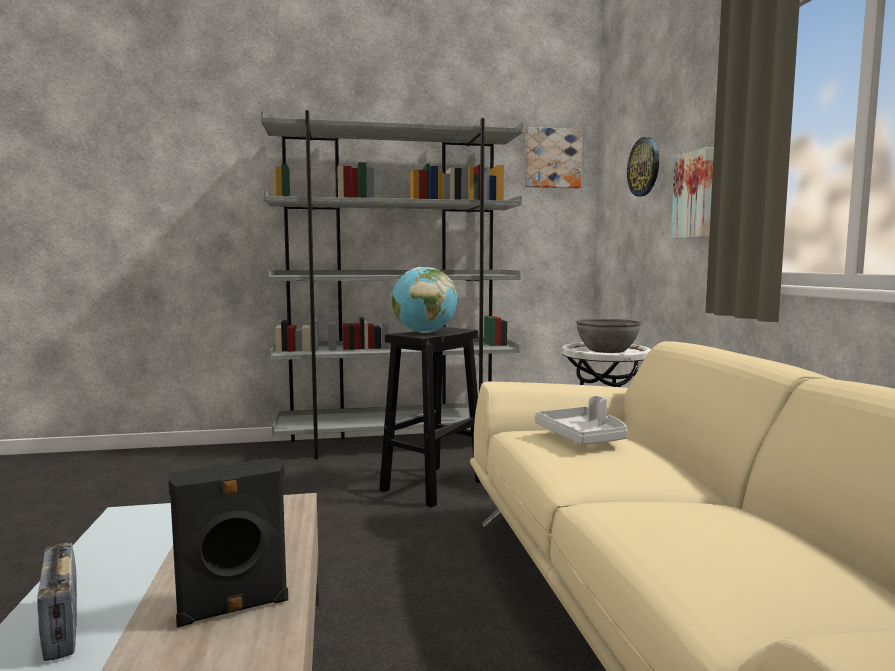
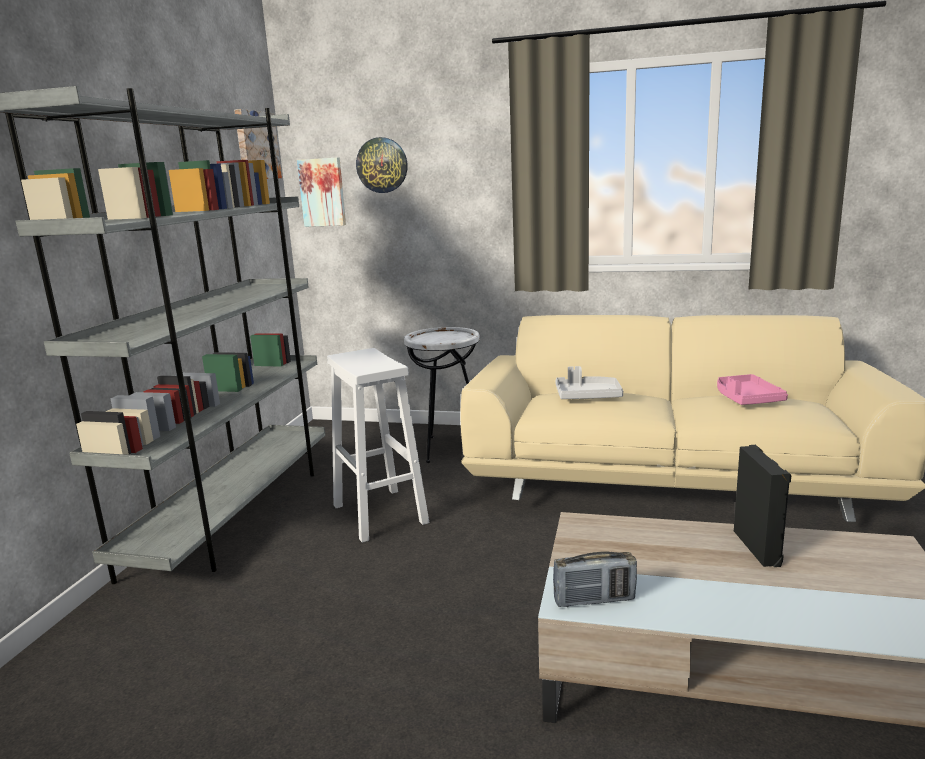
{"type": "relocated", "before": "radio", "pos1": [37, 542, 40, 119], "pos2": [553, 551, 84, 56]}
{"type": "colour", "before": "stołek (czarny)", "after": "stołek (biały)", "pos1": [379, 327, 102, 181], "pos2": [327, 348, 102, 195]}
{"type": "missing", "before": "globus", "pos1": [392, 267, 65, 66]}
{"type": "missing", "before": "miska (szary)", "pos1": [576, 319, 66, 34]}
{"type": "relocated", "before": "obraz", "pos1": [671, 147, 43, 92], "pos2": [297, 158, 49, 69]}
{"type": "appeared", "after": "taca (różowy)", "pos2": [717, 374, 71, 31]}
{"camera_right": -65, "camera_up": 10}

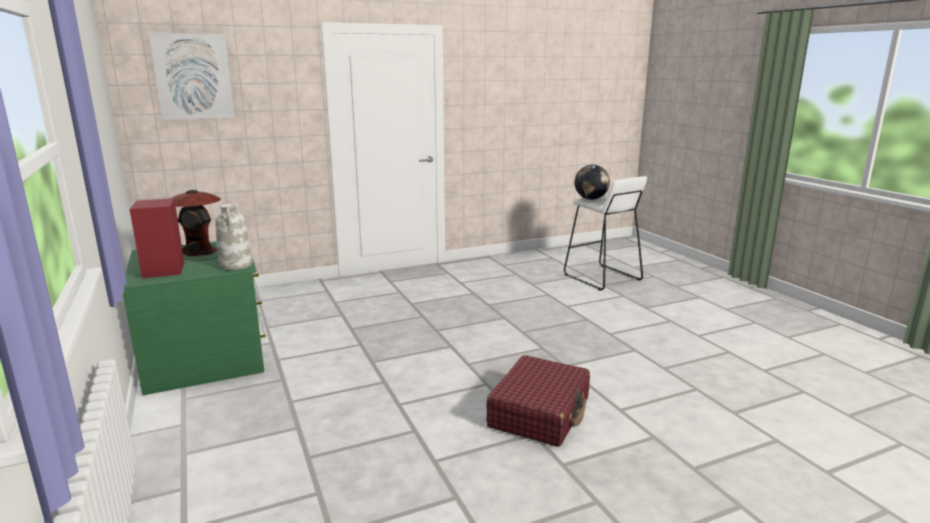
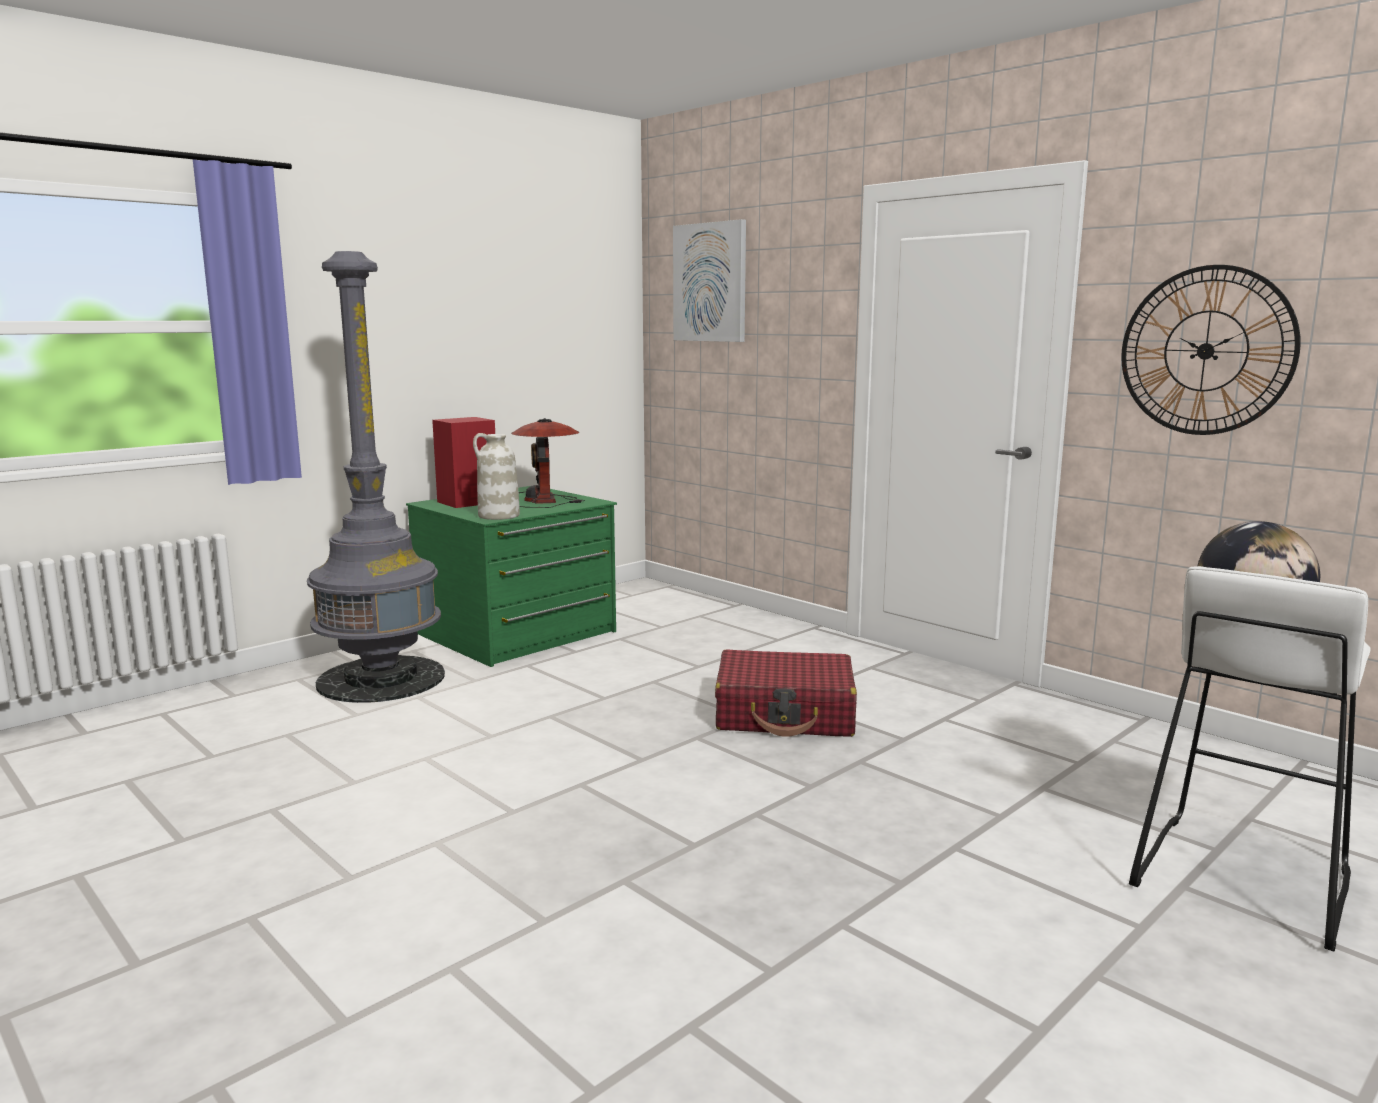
{"type": "relocated", "before": "walizka (czerwony)", "pos1": [486, 355, 104, 92], "pos2": [715, 649, 142, 88]}
{"type": "appeared", "after": "lampa stojąca (szary)", "pos2": [307, 251, 138, 452]}
{"type": "appeared", "after": "zegar ścienny", "pos2": [1121, 265, 180, 170]}
{"camera_right": 70, "camera_up": -5}

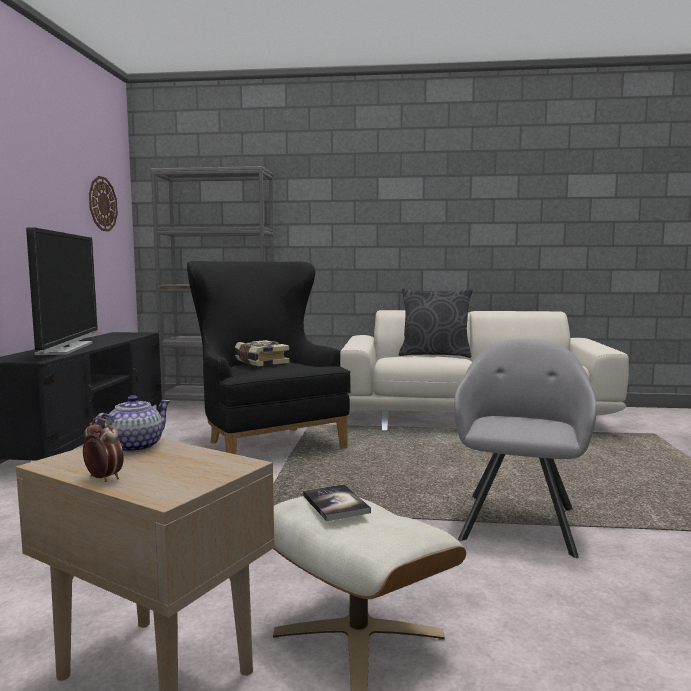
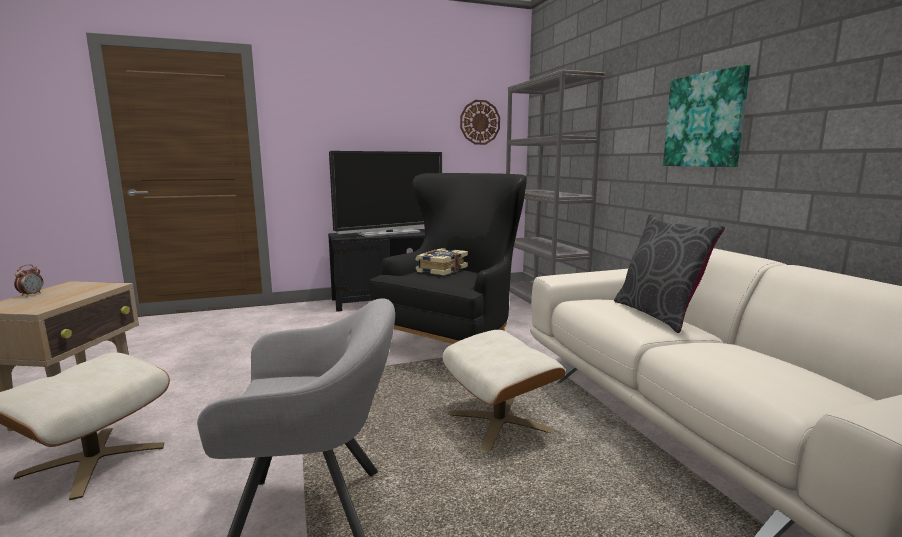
{"type": "missing", "before": "imbryk", "pos1": [94, 395, 77, 58]}
{"type": "missing", "before": "książka", "pos1": [303, 484, 68, 37]}
{"type": "appeared", "after": "pufa (beżowy)", "pos2": [443, 330, 123, 122]}
{"type": "appeared", "after": "obraz", "pos2": [663, 64, 87, 103]}
{"camera_right": 65, "camera_up": 5}

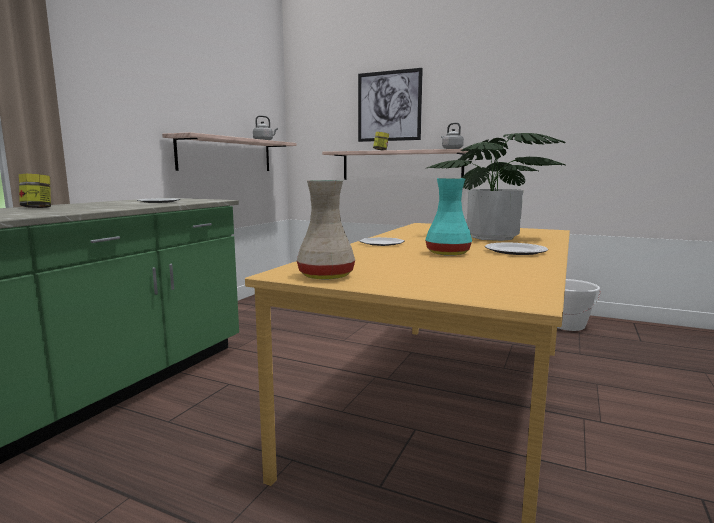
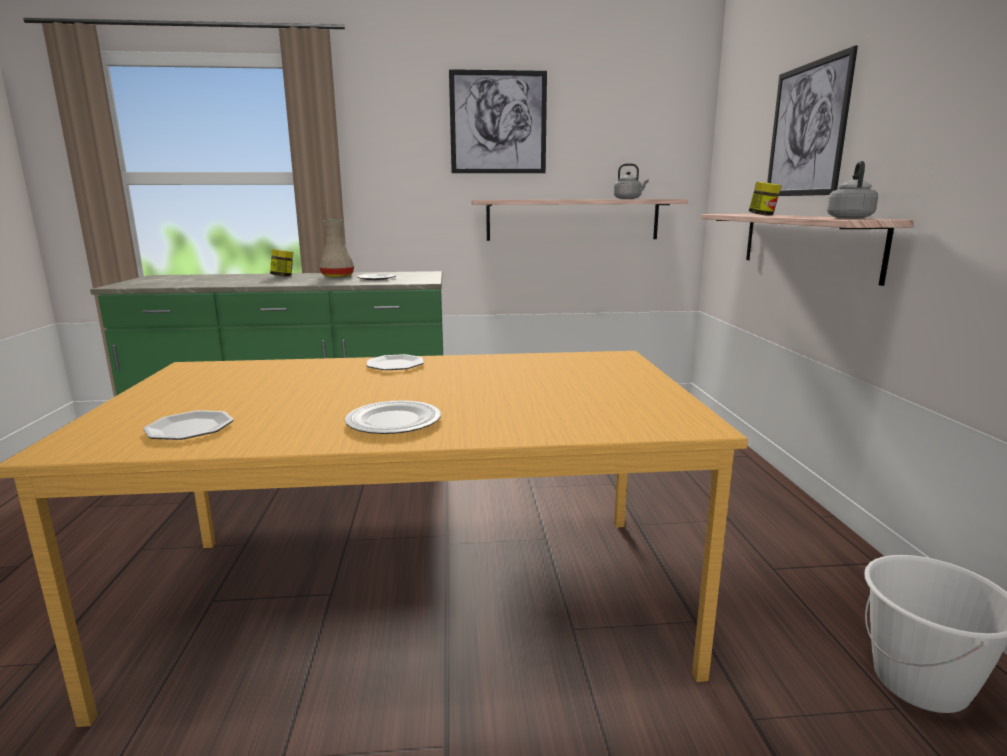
{"type": "relocated", "before": "wazon (beżowy)", "pos1": [297, 180, 58, 99], "pos2": [319, 220, 35, 58]}
{"type": "missing", "before": "wazon (turkusowy)", "pos1": [425, 178, 47, 78]}
{"type": "missing", "before": "roślina doniczkowa", "pos1": [427, 133, 139, 108]}
{"type": "appeared", "after": "talerz", "pos2": [143, 410, 91, 30]}
{"type": "appeared", "after": "obraz", "pos2": [449, 69, 98, 104]}
{"camera_right": 60, "camera_up": 5}

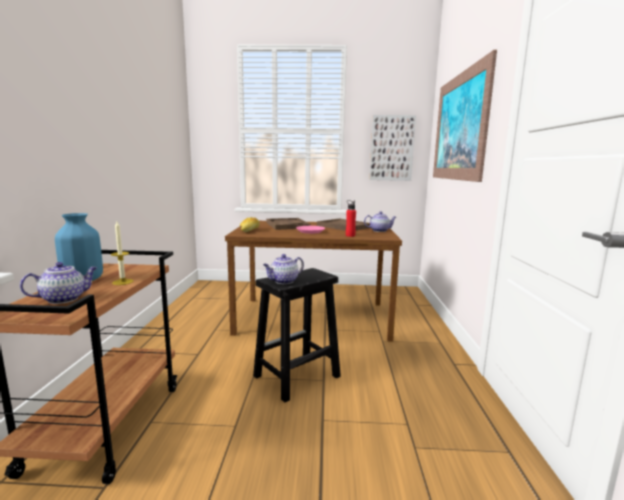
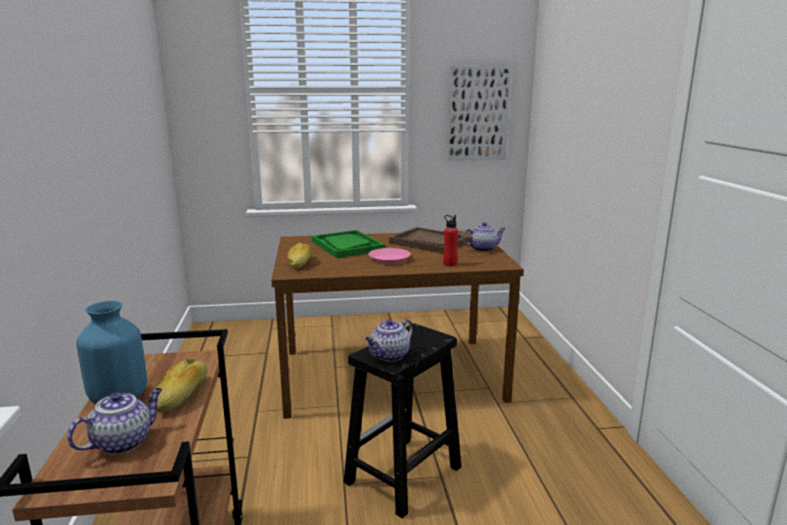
{"type": "exchanged", "before": "świeca", "after": "chleb", "pos1": [111, 221, 22, 64], "pos2": [155, 359, 53, 53]}
{"type": "colour", "before": "taca (brązowy)", "after": "taca (zielony)", "pos1": [266, 218, 45, 12], "pos2": [312, 230, 73, 28]}
{"type": "missing", "before": "obraz", "pos1": [433, 50, 64, 132]}
{"camera_right": -10, "camera_up": 5}

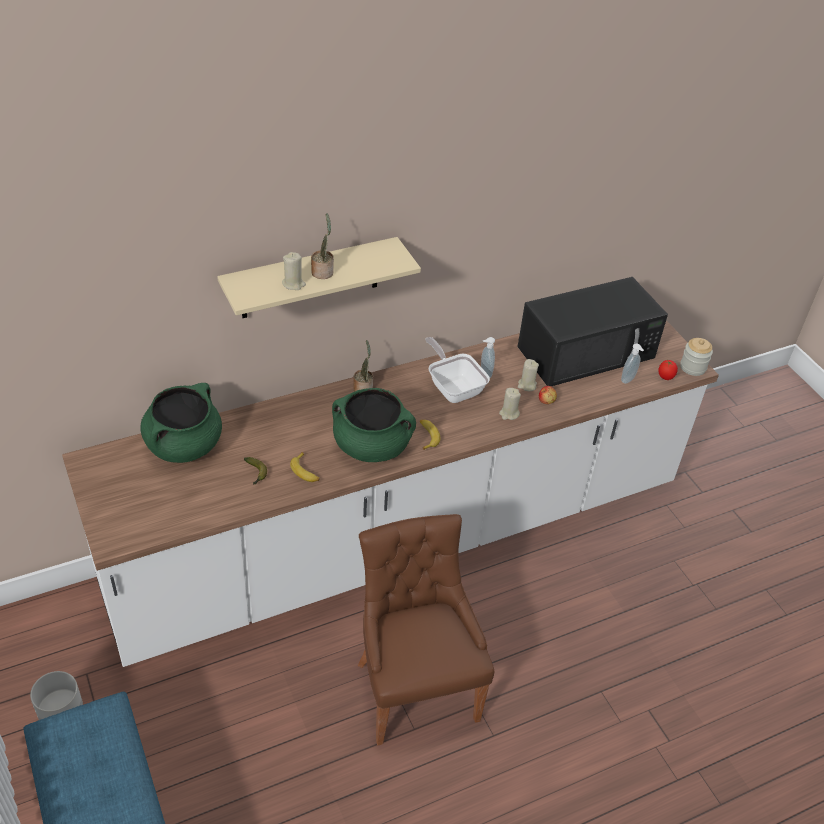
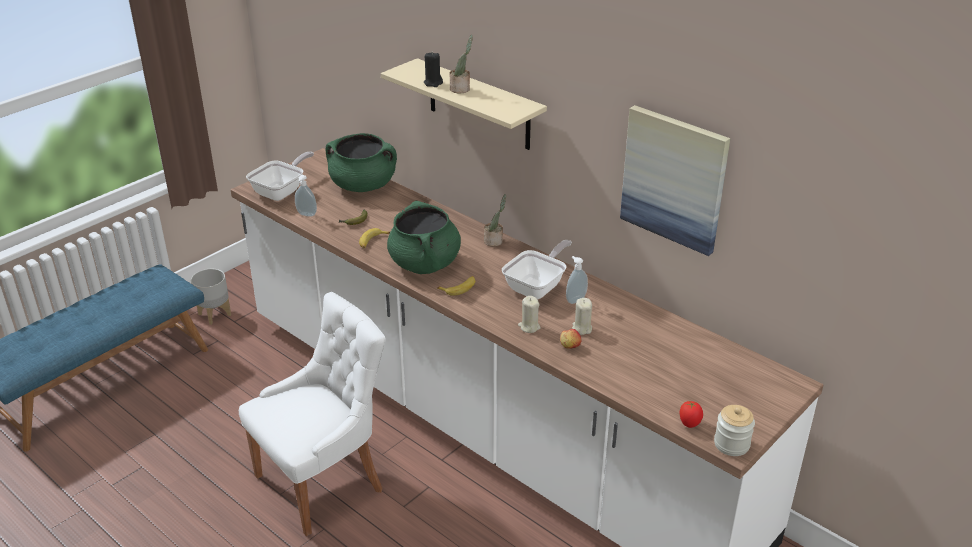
{"type": "colour", "before": "świeca (beżowy)", "after": "świeca (czarny)", "pos1": [282, 252, 24, 38], "pos2": [424, 52, 19, 35]}
{"type": "colour", "before": "krzesło (brązowy)", "after": "krzesło (biały)", "pos1": [358, 514, 137, 231], "pos2": [239, 292, 147, 244]}
{"type": "missing", "before": "mikrofalówka (czarny)", "pos1": [517, 277, 151, 109]}
{"type": "relocated", "before": "dozownik mydła", "pos1": [621, 344, 23, 40], "pos2": [295, 175, 22, 42]}
{"type": "appeared", "after": "patelnia", "pos2": [246, 151, 68, 50]}
{"type": "appeared", "after": "obraz", "pos2": [620, 105, 111, 151]}
{"camera_right": 70, "camera_up": -10}

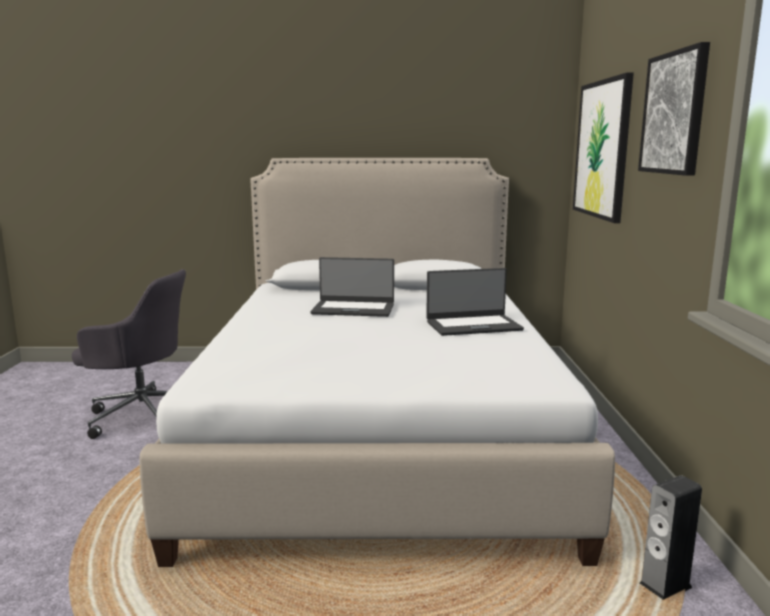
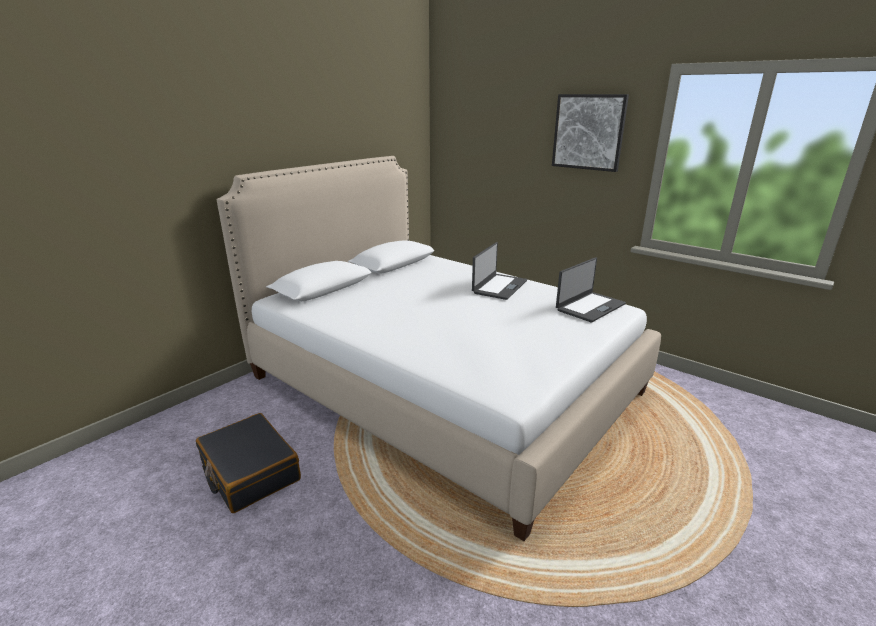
{"type": "exchanged", "before": "krzesło biurowe (szary)", "after": "walizka (czarny)", "pos1": [72, 269, 114, 170], "pos2": [196, 413, 105, 100]}
{"type": "relocated", "before": "laptop", "pos1": [310, 257, 84, 60], "pos2": [556, 257, 70, 65]}
{"type": "missing", "before": "obraz", "pos1": [573, 73, 61, 150]}
{"type": "missing", "before": "głośnik", "pos1": [640, 475, 62, 125]}
{"camera_right": -50, "camera_up": 10}

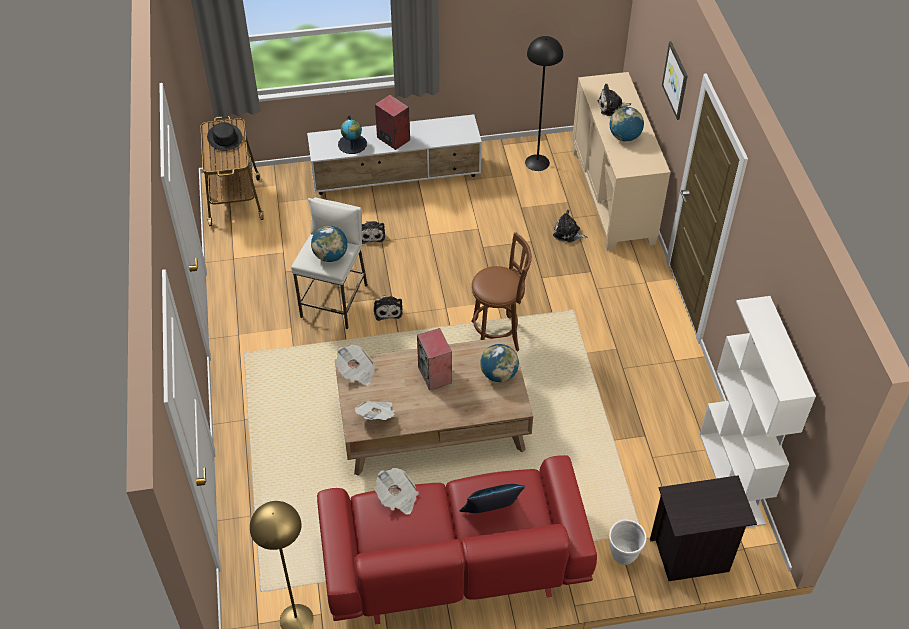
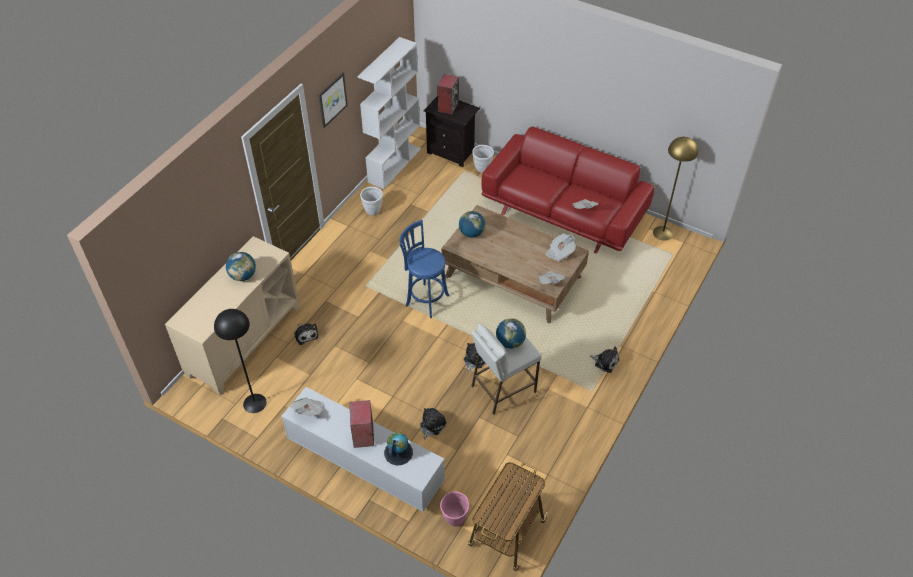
{"type": "missing", "before": "kapelusz (czarny)", "pos1": [207, 122, 36, 29]}
{"type": "relocated", "before": "głośnik", "pos1": [417, 328, 35, 62], "pos2": [437, 74, 22, 41]}
{"type": "missing", "before": "poduszka (niebieski)", "pos1": [459, 484, 66, 29]}
{"type": "colour", "before": "stołek (brązowy)", "after": "stołek (niebieski)", "pos1": [471, 232, 61, 119], "pos2": [399, 220, 50, 98]}
{"type": "relocated", "before": "pluszak", "pos1": [598, 84, 33, 32], "pos2": [589, 347, 30, 26]}
{"type": "relocated", "before": "obraz", "pos1": [662, 41, 26, 79], "pos2": [318, 72, 30, 56]}
{"type": "appeared", "after": "gazeta", "pos2": [290, 397, 34, 19]}
{"type": "appeared", "after": "donica (biały)", "pos2": [360, 187, 23, 29]}
{"type": "appeared", "after": "donica (różowy)", "pos2": [440, 491, 30, 36]}
{"camera_right": -140, "camera_up": 0}

